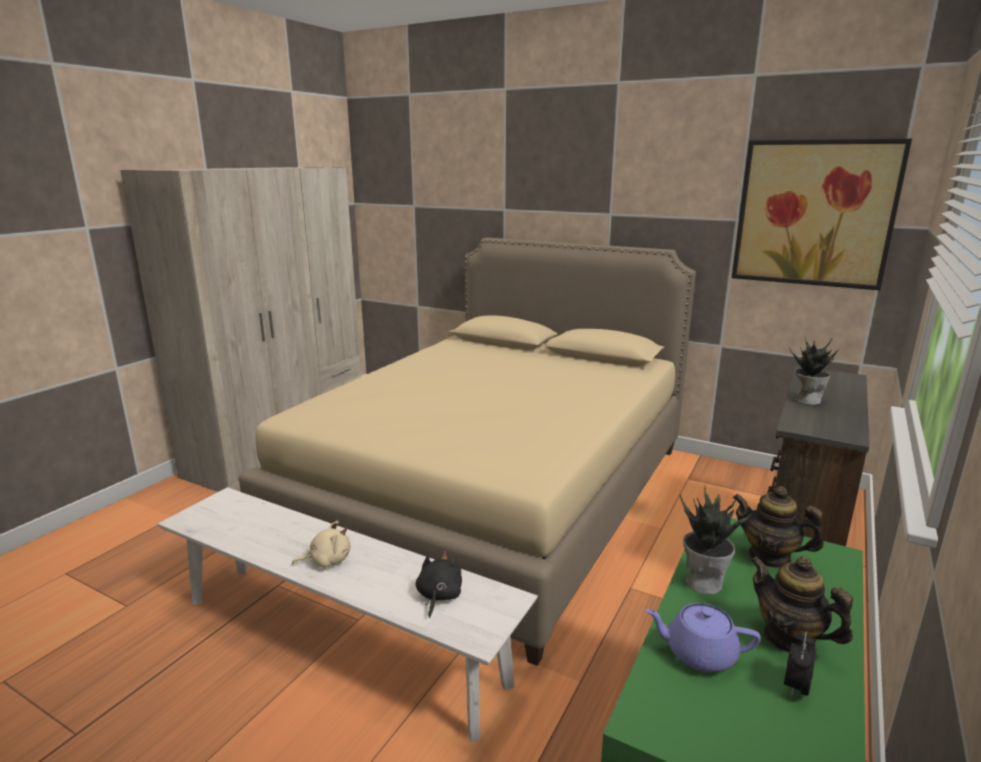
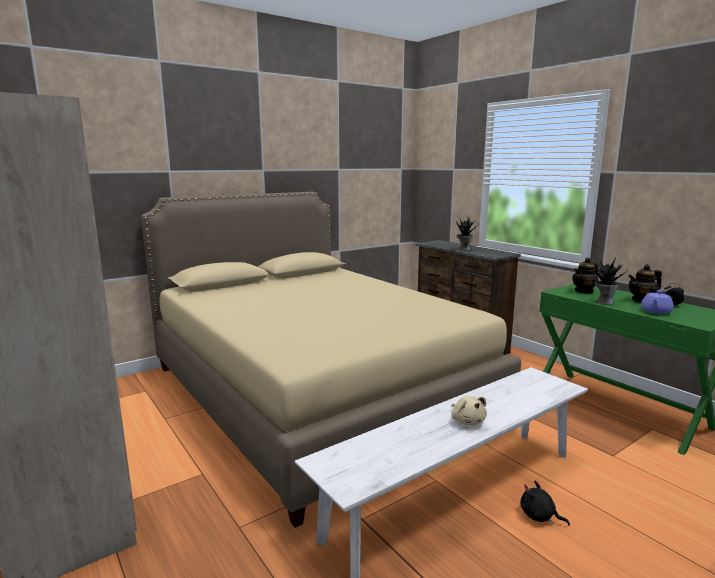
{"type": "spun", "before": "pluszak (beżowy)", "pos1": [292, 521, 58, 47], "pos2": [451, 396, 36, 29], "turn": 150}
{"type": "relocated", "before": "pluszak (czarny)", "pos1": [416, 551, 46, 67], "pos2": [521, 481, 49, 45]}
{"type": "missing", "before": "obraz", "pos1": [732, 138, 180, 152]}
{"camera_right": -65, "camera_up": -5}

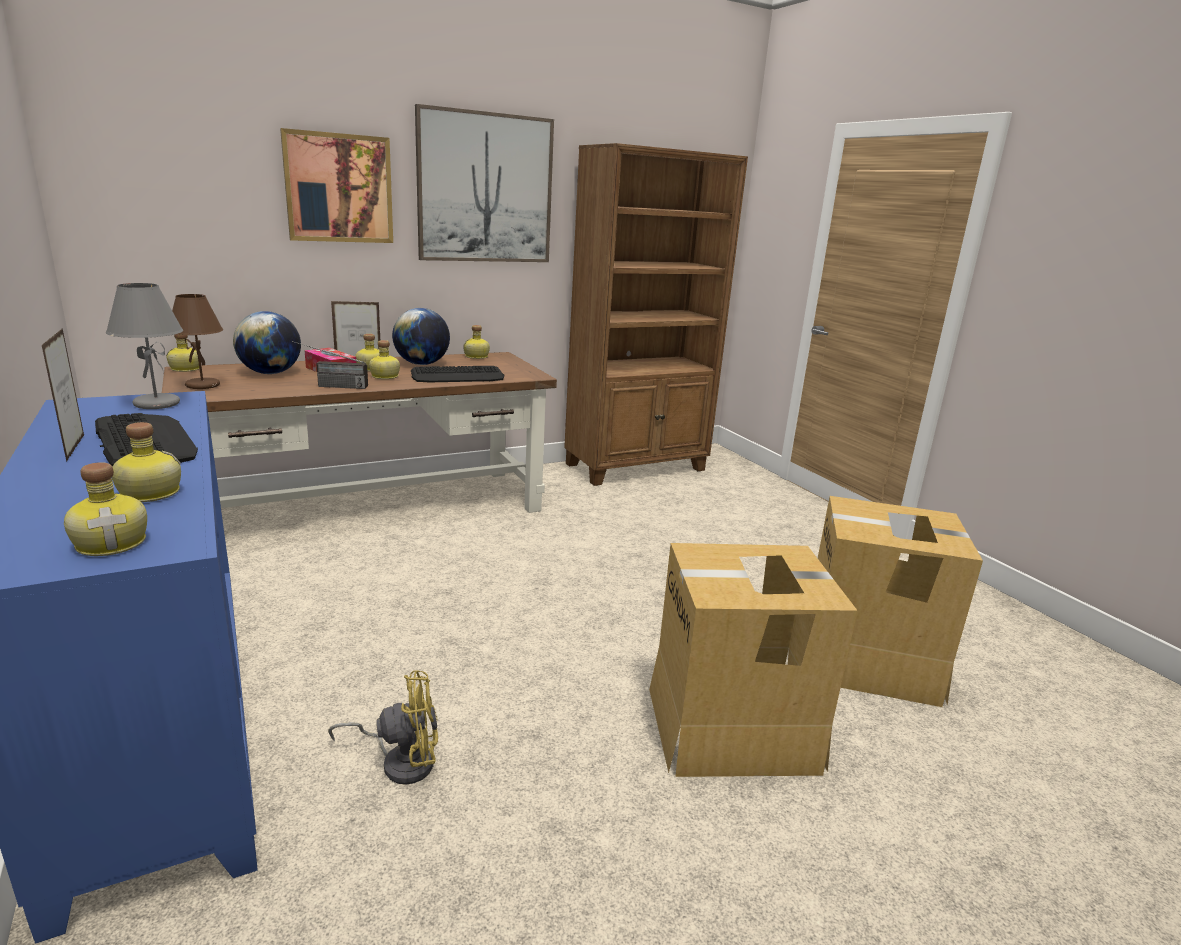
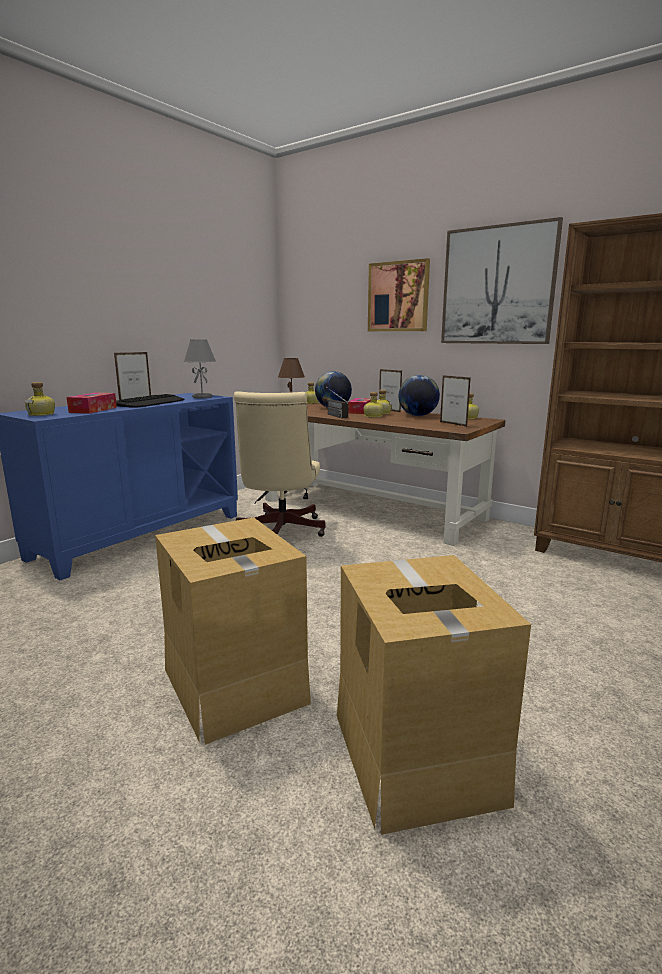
{"type": "exchanged", "before": "butelka", "after": "pudełko chusteczek", "pos1": [112, 422, 69, 80], "pos2": [67, 393, 50, 21]}
{"type": "missing", "before": "wentylator (żółty)", "pos1": [328, 670, 110, 115]}
{"type": "missing", "before": "klawiatura", "pos1": [411, 366, 93, 17]}
{"type": "appeared", "after": "krzesło biurowe (beżowy)", "pos2": [234, 391, 91, 146]}
{"type": "appeared", "after": "ramka na zdjęcie", "pos2": [440, 375, 31, 52]}
{"camera_right": 65, "camera_up": -5}

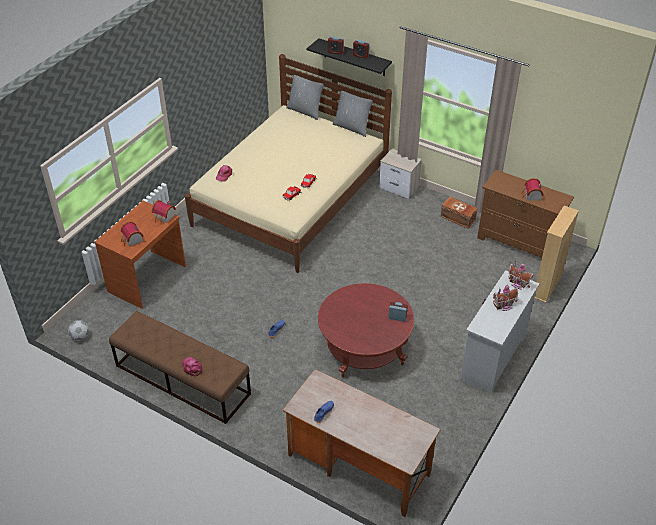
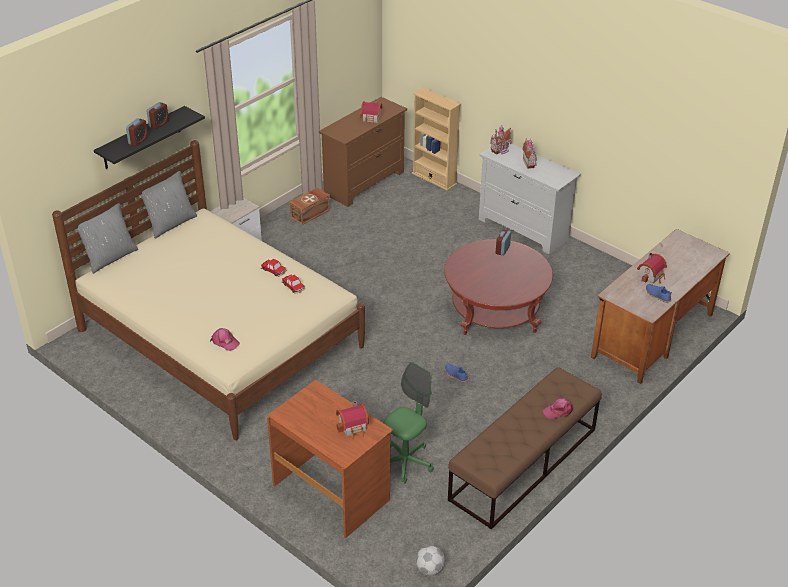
{"type": "relocated", "before": "domek", "pos1": [152, 200, 24, 24], "pos2": [637, 253, 30, 31]}
{"type": "appeared", "after": "krzesło biurowe (zielony)", "pos2": [383, 362, 51, 121]}
{"camera_right": -80, "camera_up": -5}

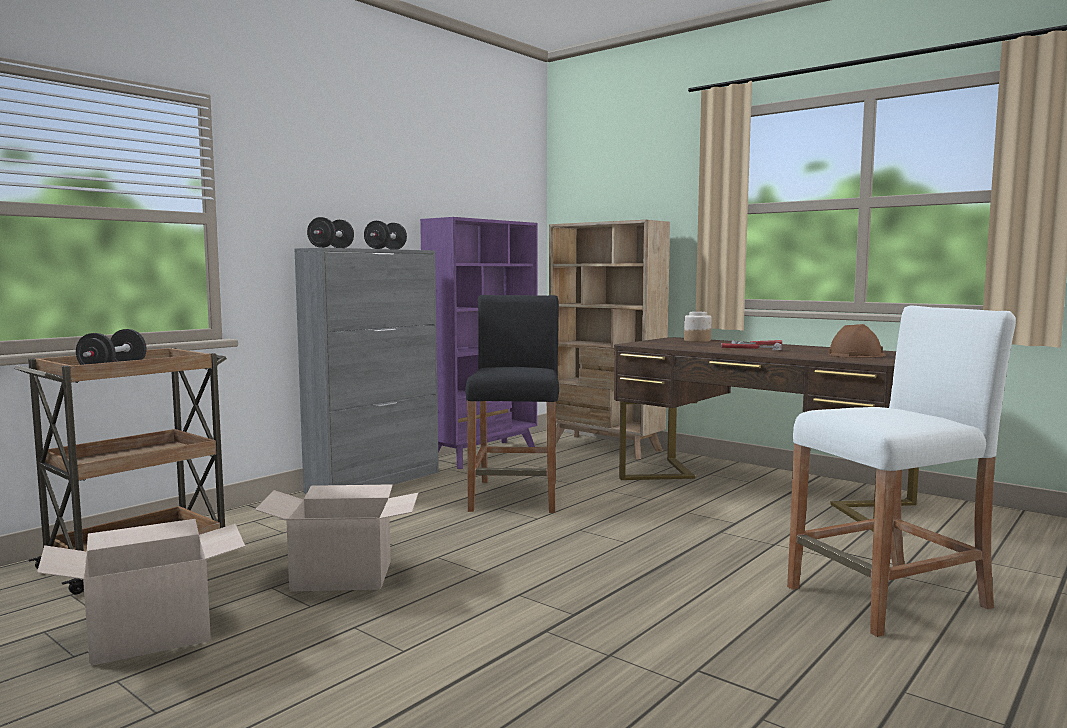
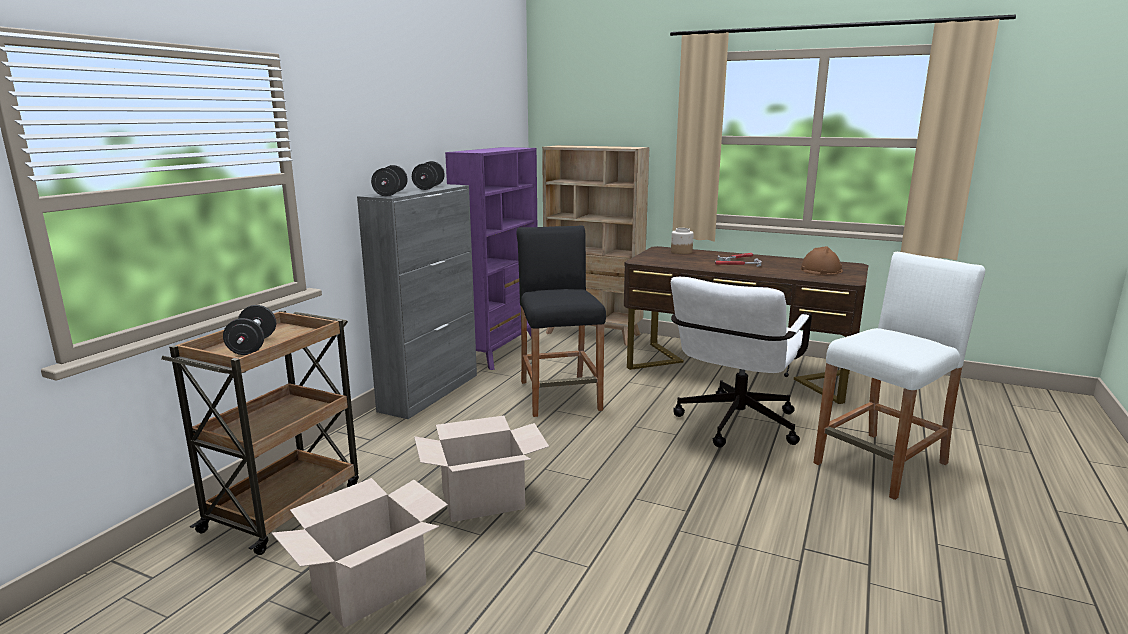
{"type": "appeared", "after": "krzesło biurowe (biały)", "pos2": [671, 277, 141, 171]}
{"camera_right": -15, "camera_up": 10}

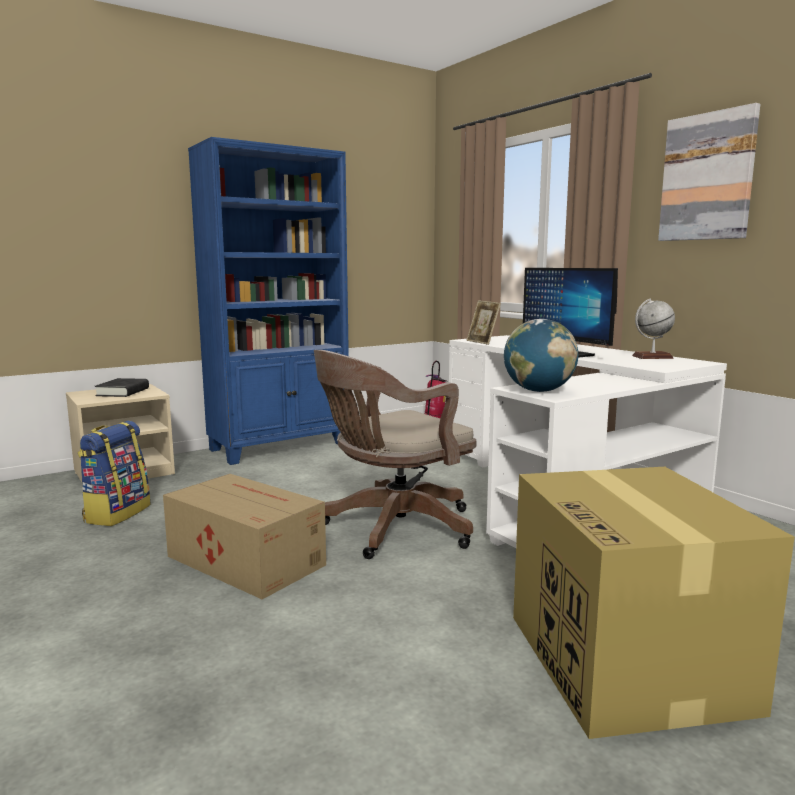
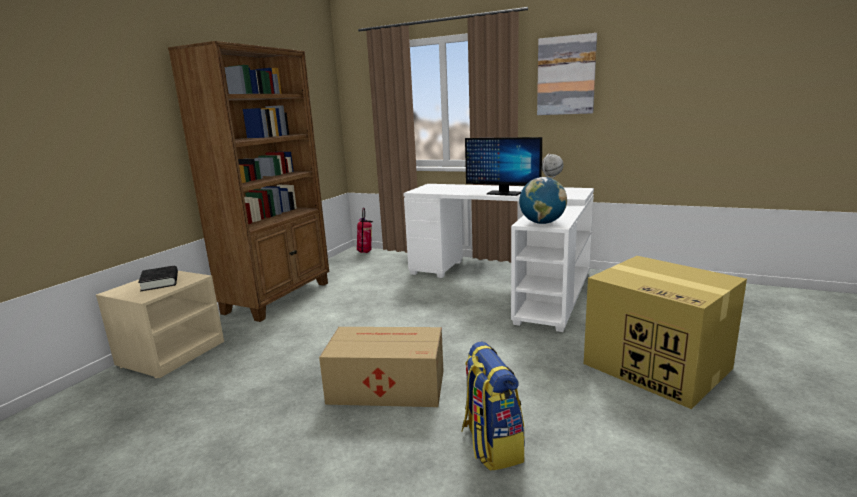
{"type": "relocated", "before": "plecak", "pos1": [78, 421, 73, 105], "pos2": [461, 341, 64, 130]}
{"type": "colour", "before": "regał (niebieski)", "after": "regał (brązowy)", "pos1": [188, 137, 161, 328], "pos2": [168, 41, 161, 281]}
{"type": "missing", "before": "krzesło biurowe (brązowy)", "pos1": [314, 350, 162, 209]}
{"type": "missing", "before": "ramka na zdjęcie", "pos1": [466, 300, 35, 45]}
{"camera_right": -30, "camera_up": 5}

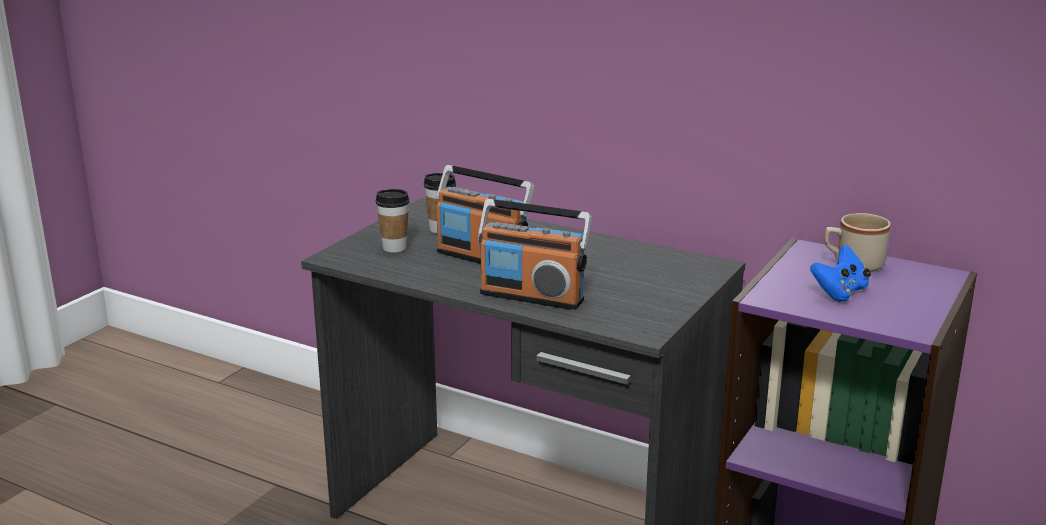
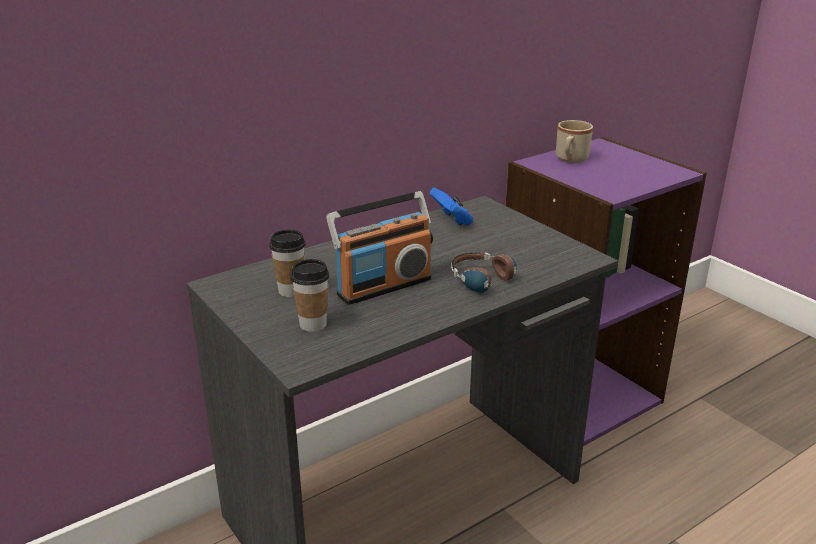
{"type": "exchanged", "before": "radio", "after": "słuchawki", "pos1": [479, 199, 113, 111], "pos2": [451, 252, 66, 41]}
{"type": "relocated", "before": "pad do gier (niebieski)", "pos1": [810, 245, 61, 57], "pos2": [430, 187, 43, 39]}
{"camera_right": -65, "camera_up": 5}

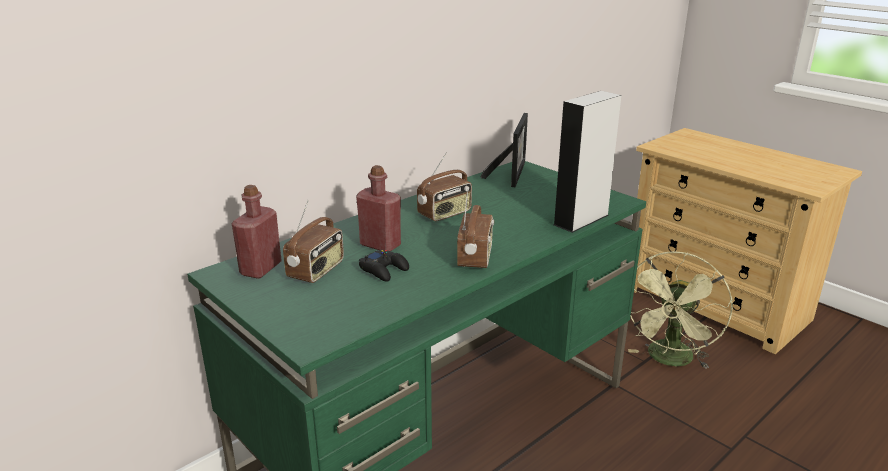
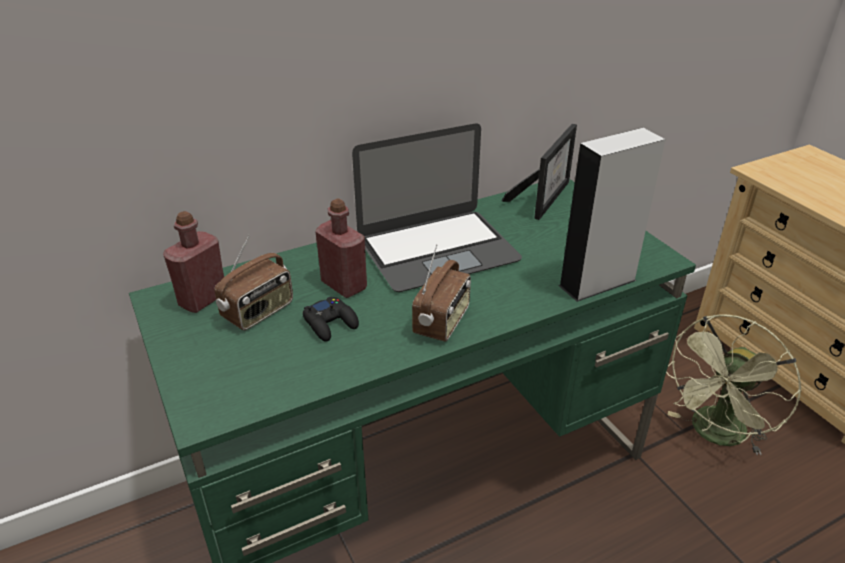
{"type": "exchanged", "before": "radio", "after": "laptop", "pos1": [417, 152, 55, 69], "pos2": [352, 123, 170, 169]}
{"camera_right": 15, "camera_up": 10}

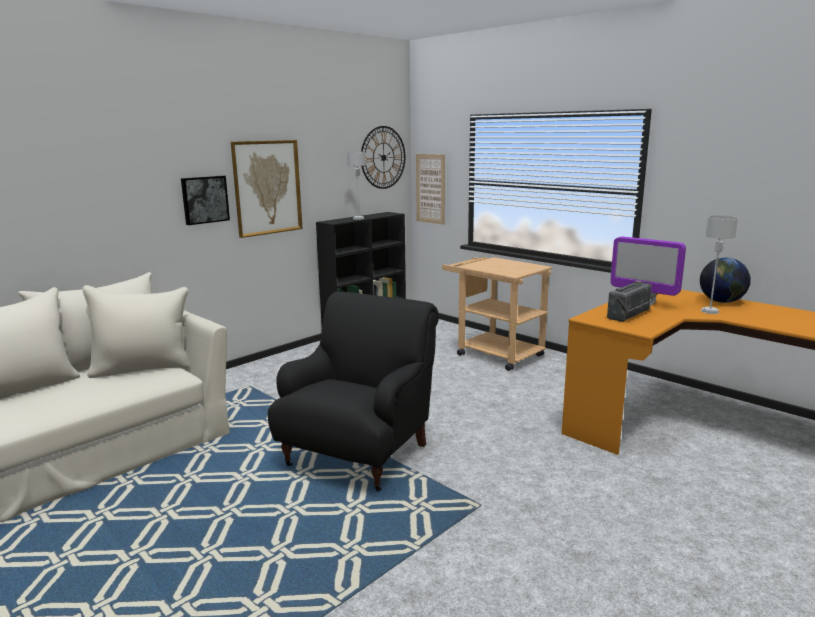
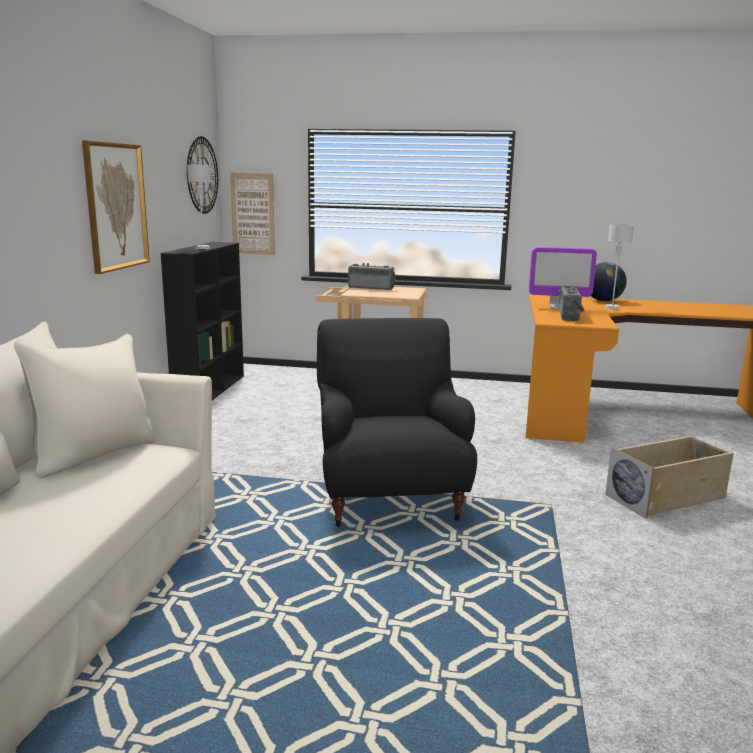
{"type": "missing", "before": "obraz", "pos1": [181, 176, 49, 49]}
{"type": "appeared", "after": "radio", "pos2": [348, 263, 48, 27]}
{"type": "appeared", "after": "pojemnik do przechowywania (beżowy)", "pos2": [605, 436, 129, 83]}
{"camera_right": -35, "camera_up": 0}

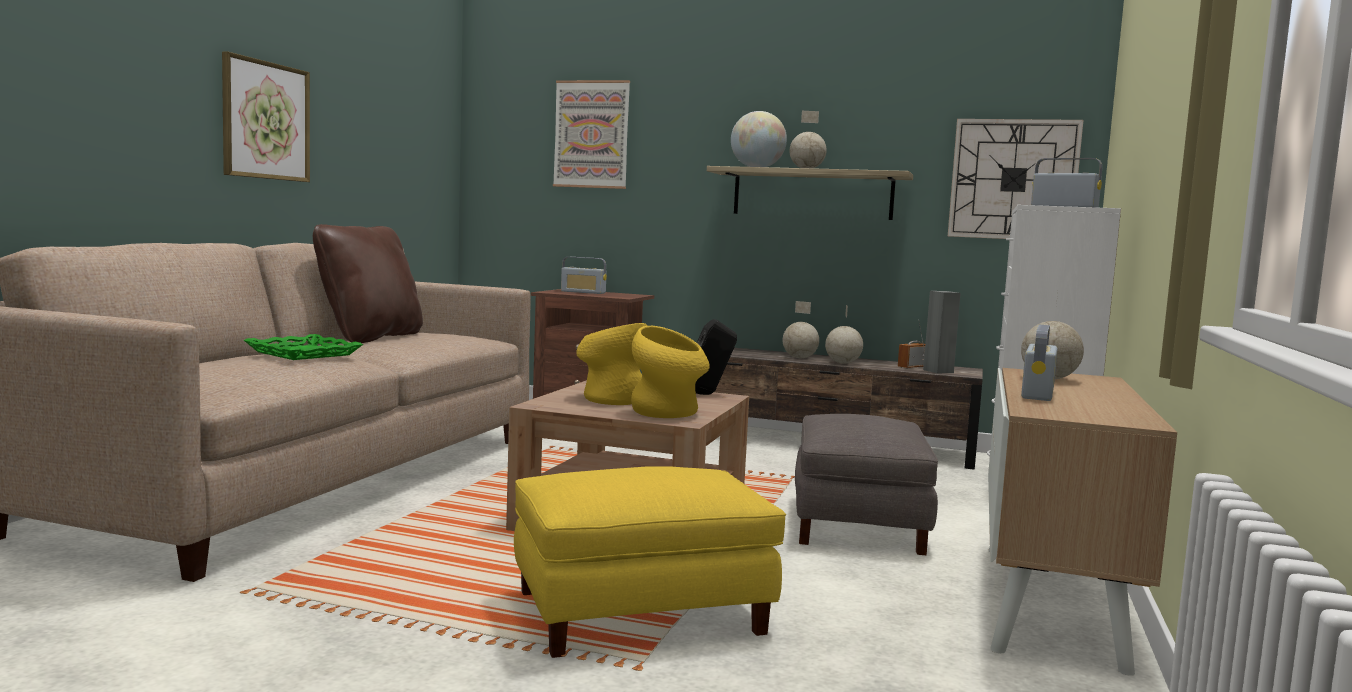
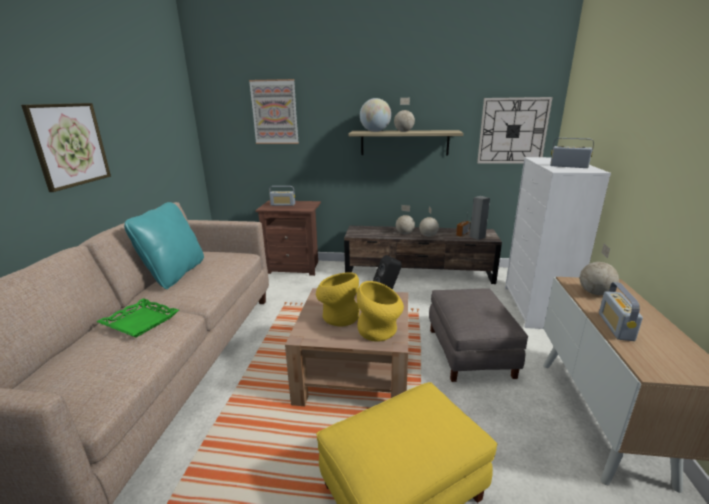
{"type": "colour", "before": "poduszka (brązowy)", "after": "poduszka (turkusowy)", "pos1": [313, 224, 110, 119], "pos2": [124, 202, 80, 87]}
{"camera_right": -10, "camera_up": 15}

